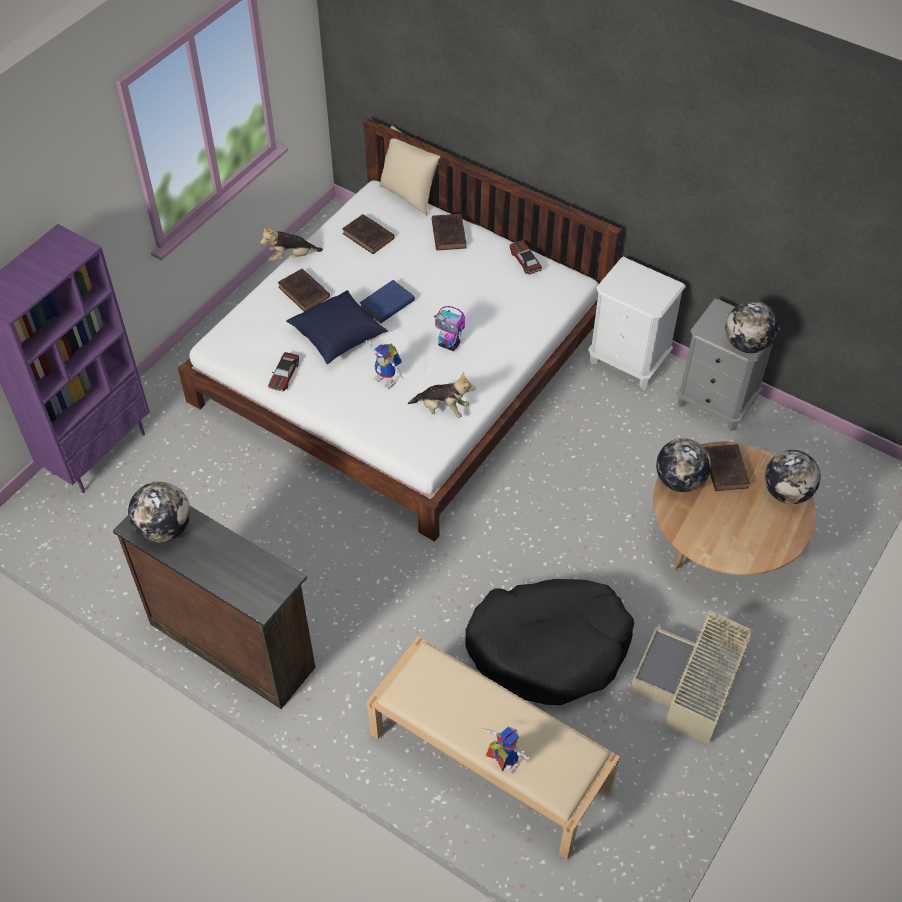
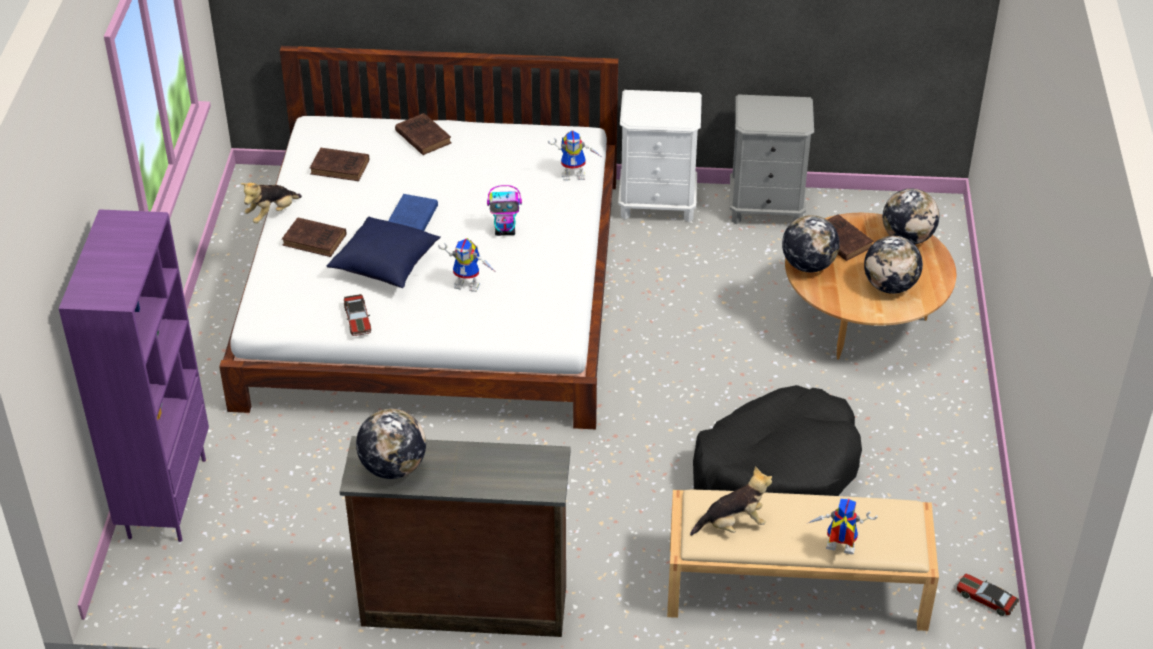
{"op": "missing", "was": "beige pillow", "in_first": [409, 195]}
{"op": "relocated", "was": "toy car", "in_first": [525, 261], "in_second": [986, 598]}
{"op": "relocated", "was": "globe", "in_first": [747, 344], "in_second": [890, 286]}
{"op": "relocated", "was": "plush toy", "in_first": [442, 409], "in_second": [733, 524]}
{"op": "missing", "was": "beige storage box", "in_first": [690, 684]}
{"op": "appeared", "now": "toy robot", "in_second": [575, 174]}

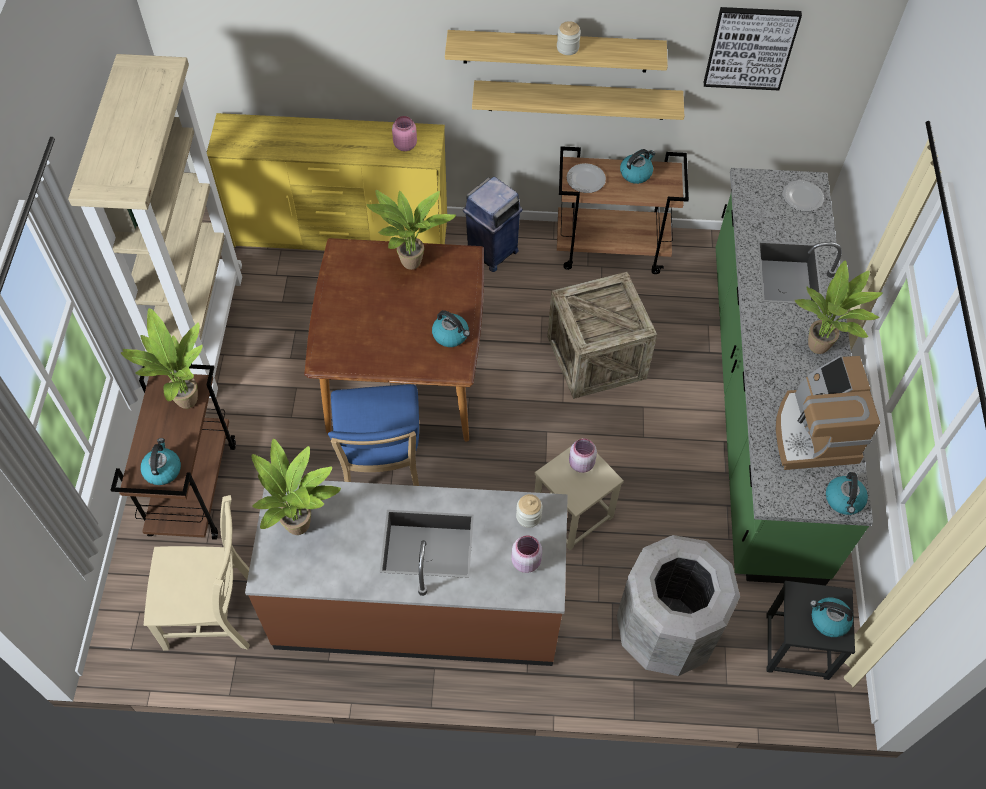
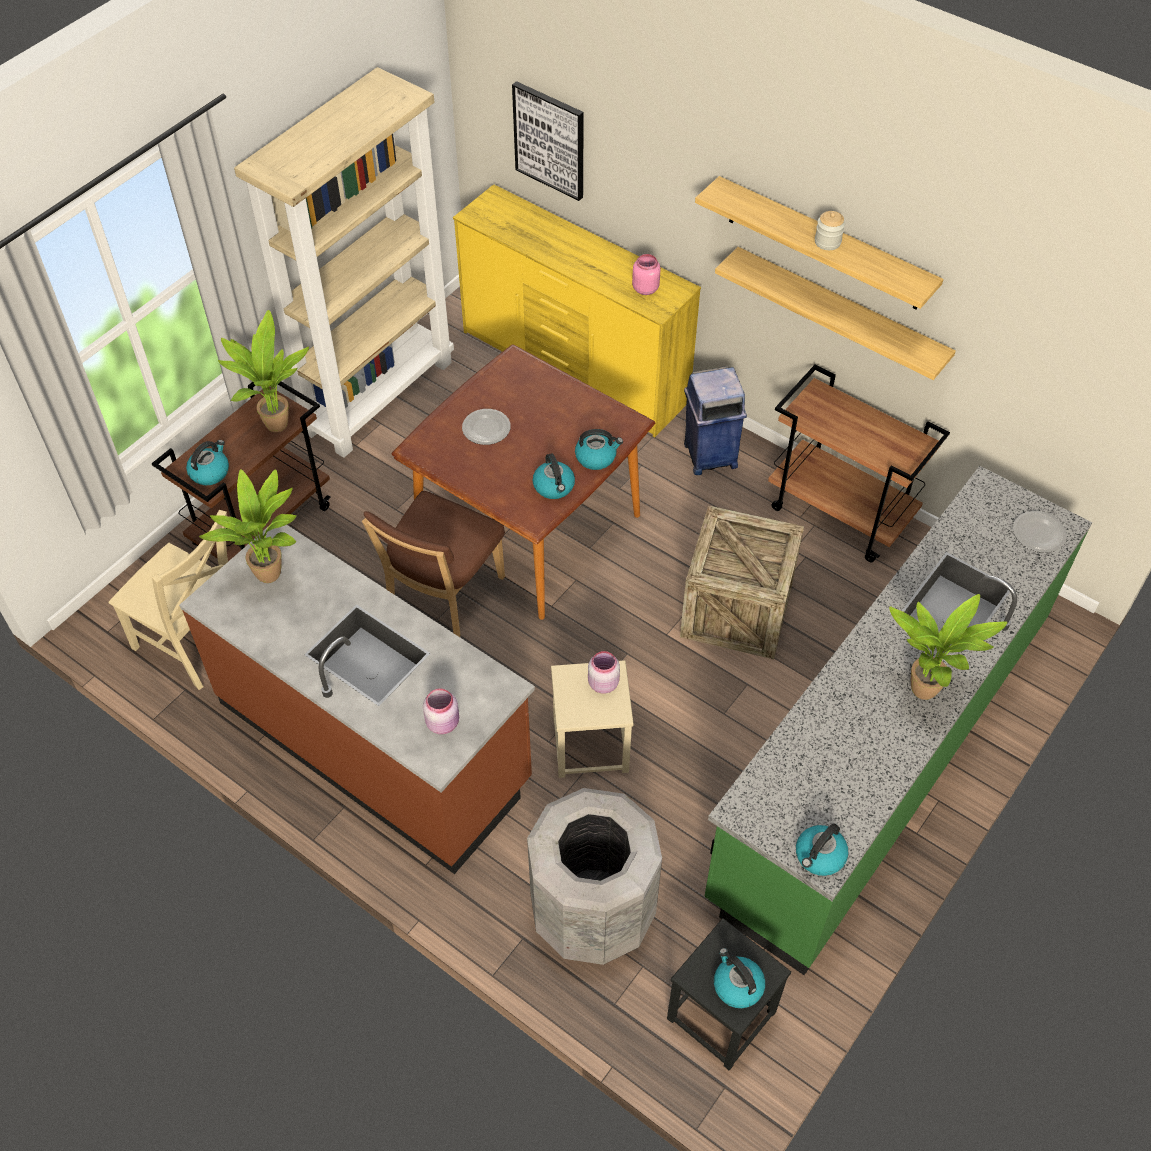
{"op": "relocated", "was": "picture", "in_first": [750, 47], "in_second": [550, 140]}
{"op": "relocated", "was": "kettle", "in_first": [636, 173], "in_second": [596, 457]}
{"op": "relocated", "was": "plate", "in_first": [585, 179], "in_second": [486, 428]}
{"op": "missing", "was": "potted plant", "in_first": [411, 266]}
{"op": "missing", "was": "coffee machine", "in_first": [813, 432]}
{"op": "colour", "was": "blue chair", "now": "brown chair", "in_first": [381, 465], "in_second": [442, 596]}
{"op": "missing", "was": "jar", "in_first": [528, 516]}

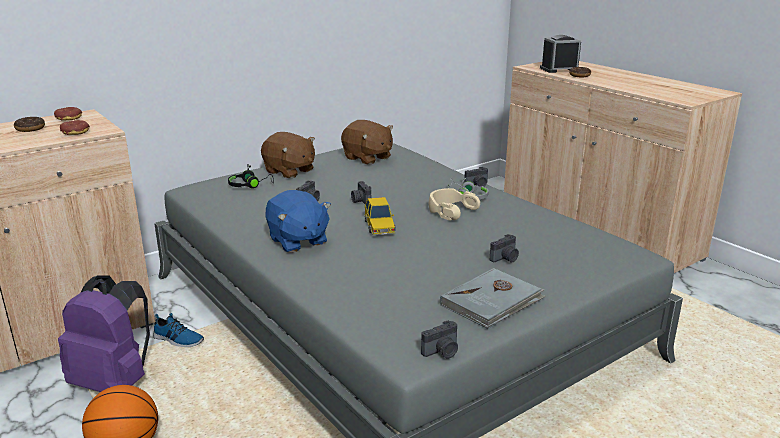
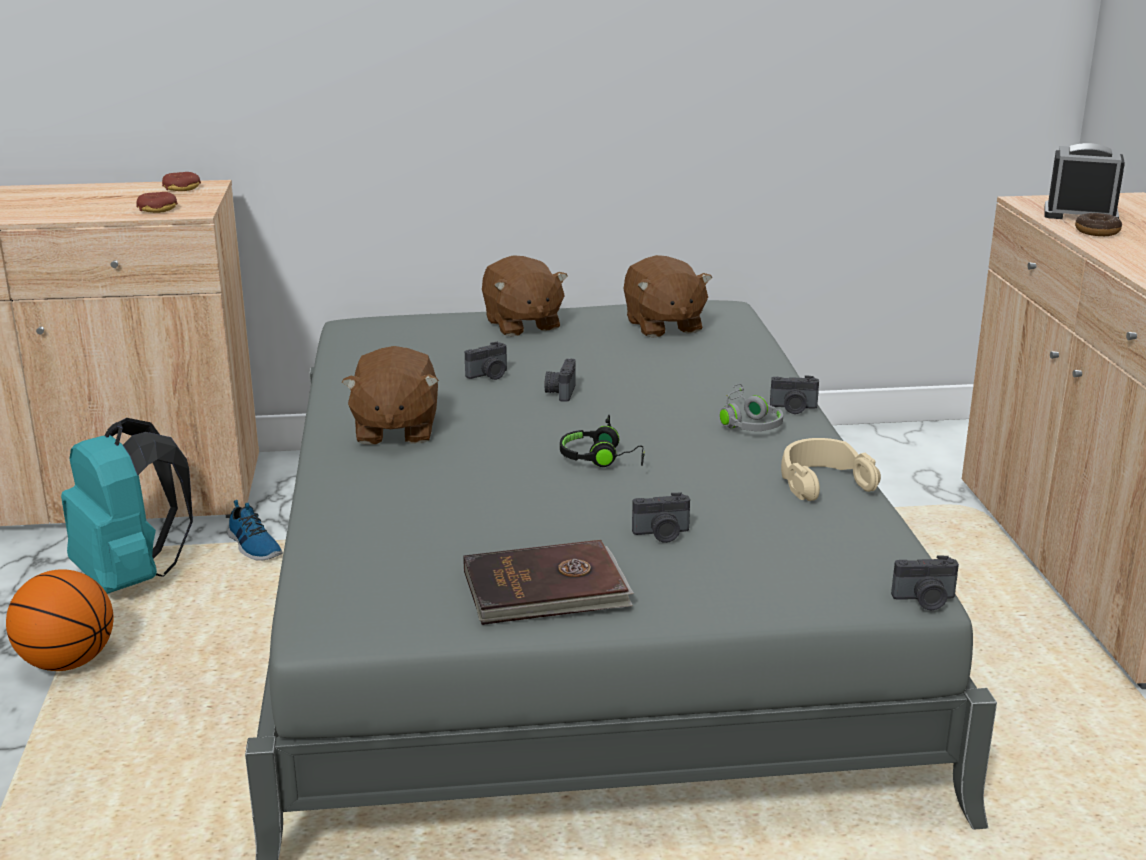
{"op": "missing", "was": "donut", "in_first": [30, 128]}
{"op": "relocated", "was": "black headphones", "in_first": [250, 185], "in_second": [602, 459]}
{"op": "relocated", "was": "beige headphones", "in_first": [450, 210], "in_second": [823, 482]}
{"op": "colour", "was": "blue plush toy", "now": "brown plush toy", "in_first": [297, 241], "in_second": [394, 430]}
{"op": "missing", "was": "toy car", "in_first": [379, 226]}
{"op": "colour", "was": "grey book", "now": "brown book", "in_first": [492, 302], "in_second": [546, 590]}
{"op": "colour", "was": "purple backpack", "now": "turquoise backpack", "in_first": [115, 382], "in_second": [132, 578]}
{"op": "relocated", "was": "photo camera", "in_first": [442, 352], "in_second": [925, 600]}

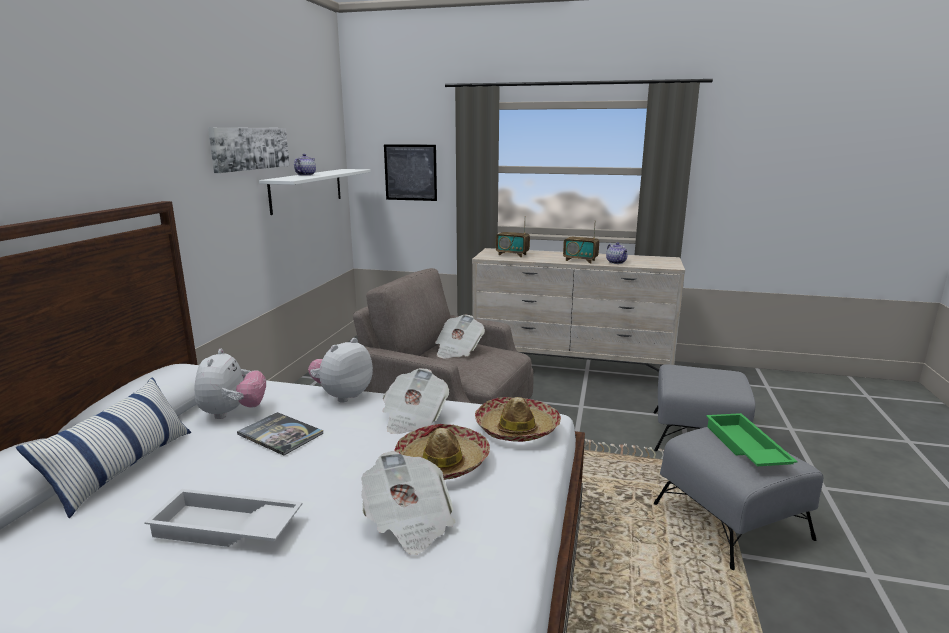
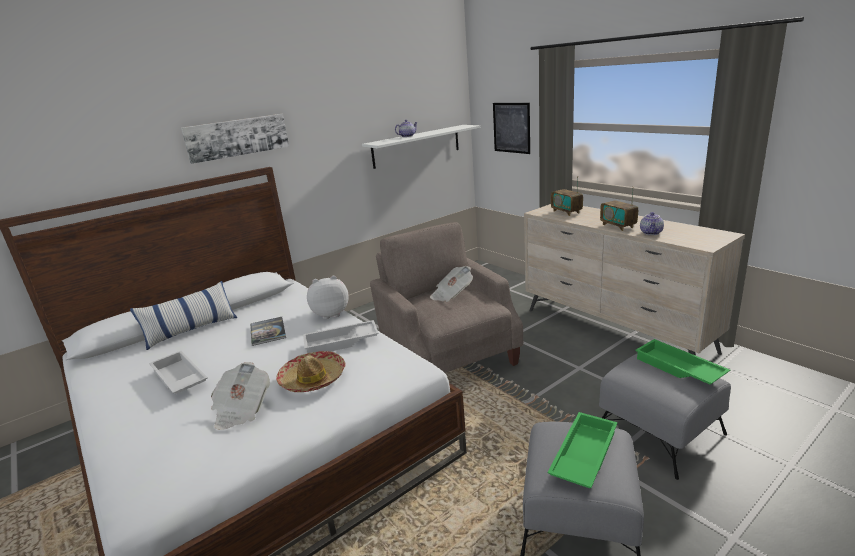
{"op": "relocated", "was": "picture", "in_first": [250, 148], "in_second": [237, 137]}
{"op": "missing", "was": "plush toy", "in_first": [232, 413]}
{"op": "exchanged", "was": "newspaper", "now": "white tray", "in_first": [413, 418], "in_second": [341, 343]}
{"op": "missing", "was": "hat", "in_first": [517, 428]}
{"op": "appeared", "now": "green tray", "in_second": [678, 368]}

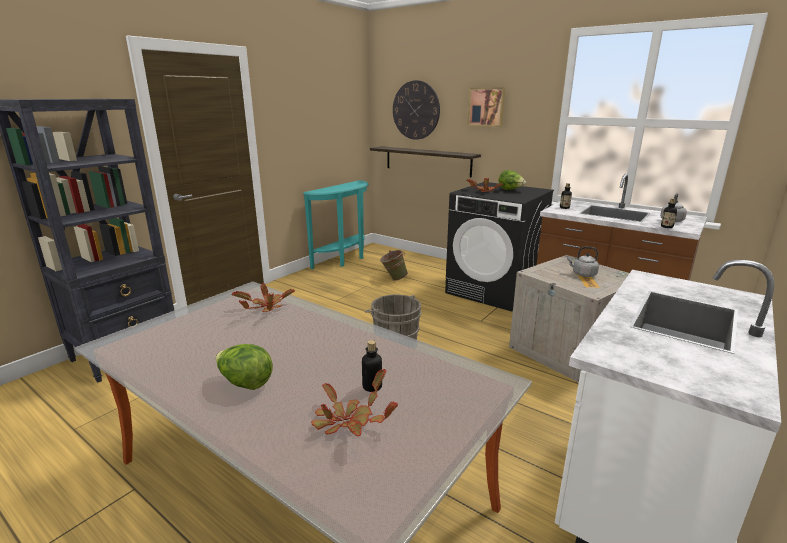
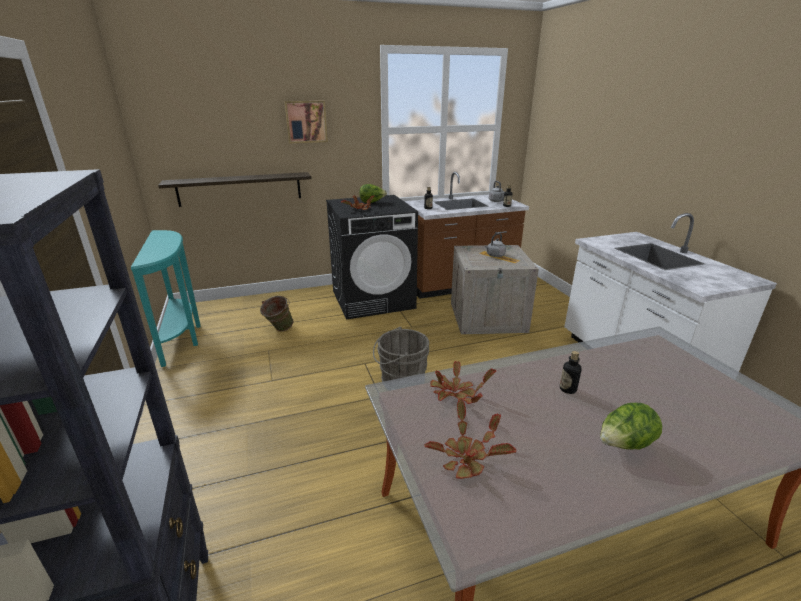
{"op": "missing", "was": "wall clock", "in_first": [416, 110]}
{"op": "relocated", "was": "bottle", "in_first": [372, 386], "in_second": [567, 389]}
{"op": "relocated", "was": "potted plant", "in_first": [348, 422], "in_second": [467, 457]}

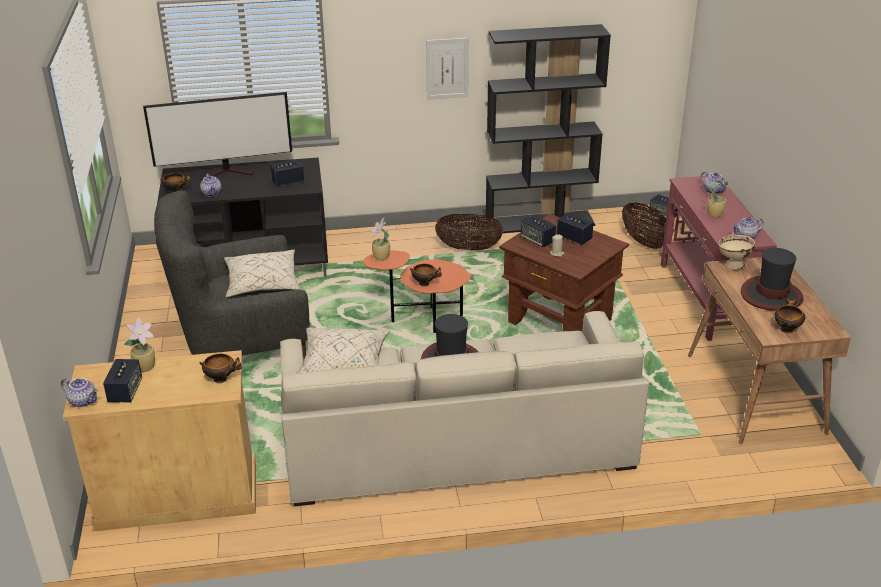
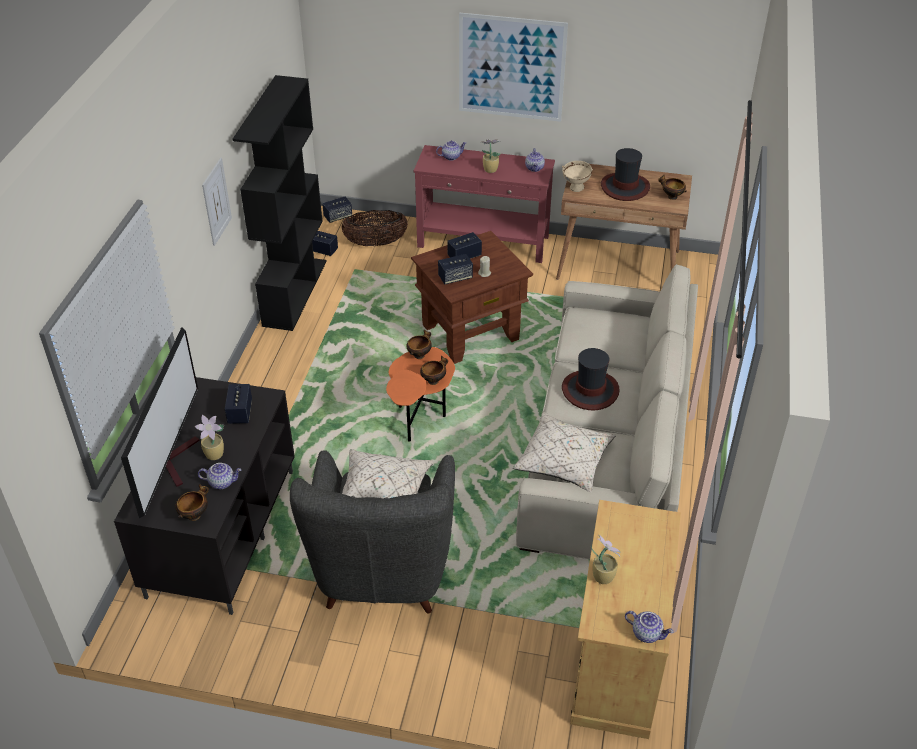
{"op": "missing", "was": "basket", "in_first": [468, 248]}
{"op": "relocated", "was": "potted plant", "in_first": [381, 258], "in_second": [215, 455]}
{"op": "relocated", "was": "bowl", "in_first": [221, 379], "in_second": [419, 355]}
{"op": "relocated", "was": "speaker", "in_first": [125, 392], "in_second": [323, 250]}
{"op": "spun", "was": "teapot", "in_first": [83, 401], "in_second": [647, 633], "clockwise": 75}
{"op": "appeared", "now": "picture", "in_second": [511, 68]}

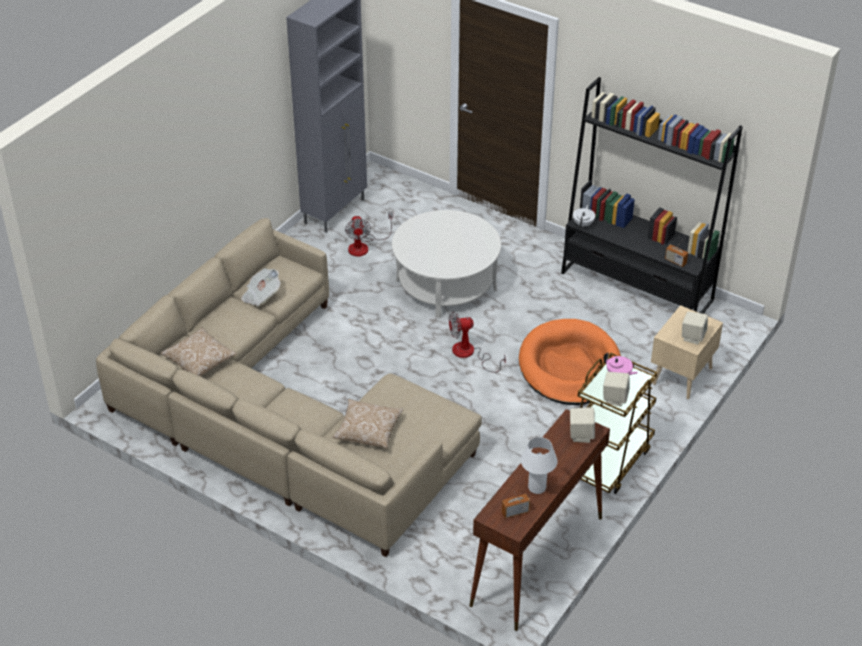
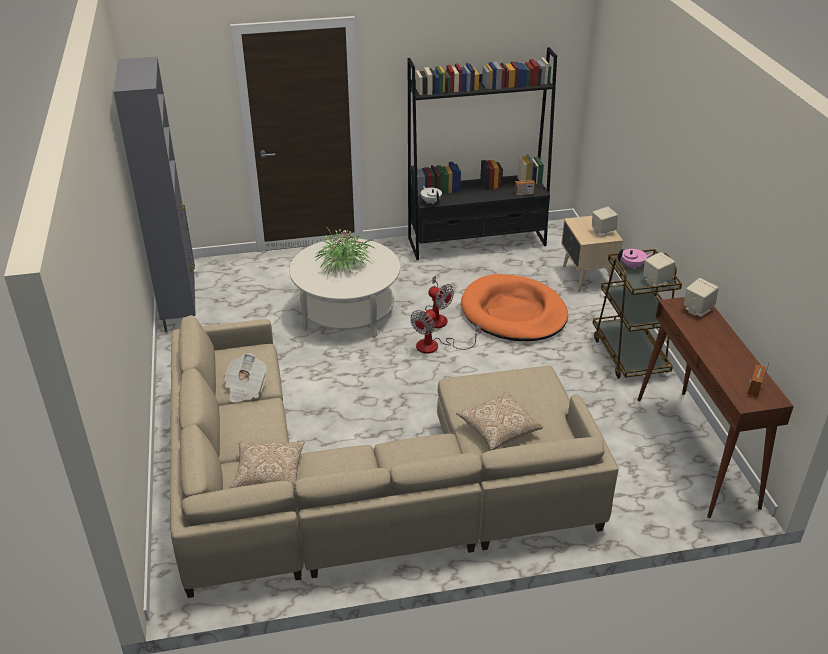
{"op": "relocated", "was": "fan", "in_first": [364, 246], "in_second": [436, 317]}
{"op": "missing", "was": "white table lamp", "in_first": [537, 487]}
{"op": "appeared", "now": "potted plant", "in_second": [344, 265]}

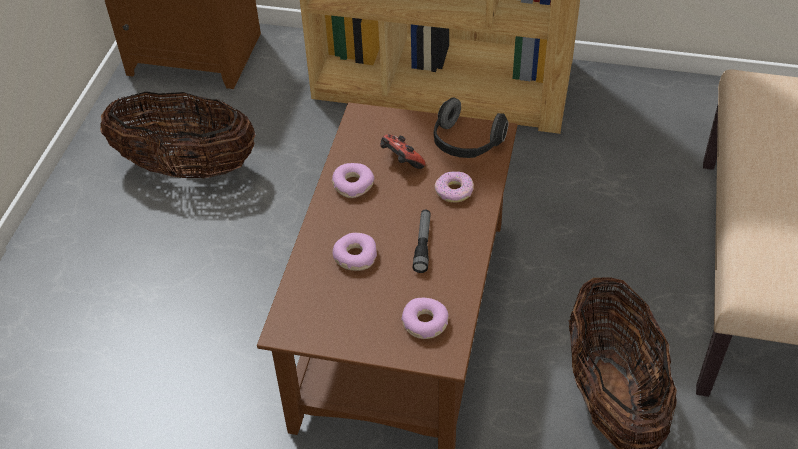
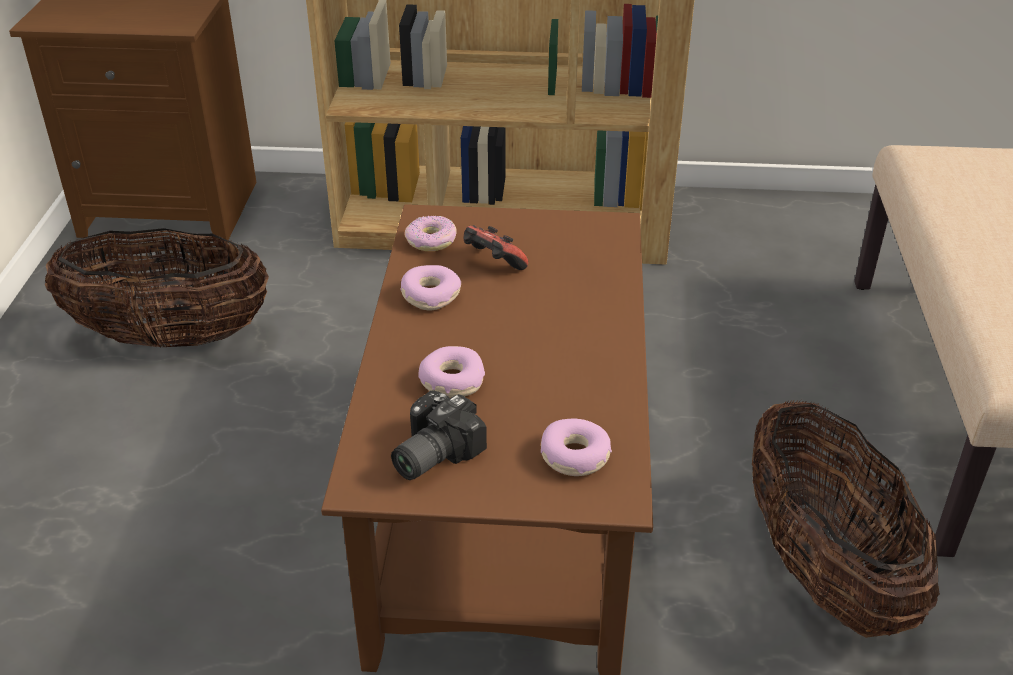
{"op": "missing", "was": "headphones", "in_first": [465, 144]}
{"op": "relocated", "was": "donut", "in_first": [454, 191], "in_second": [431, 240]}
{"op": "missing", "was": "flashlight", "in_first": [423, 244]}
{"op": "appeared", "now": "photo camera", "in_second": [430, 453]}

